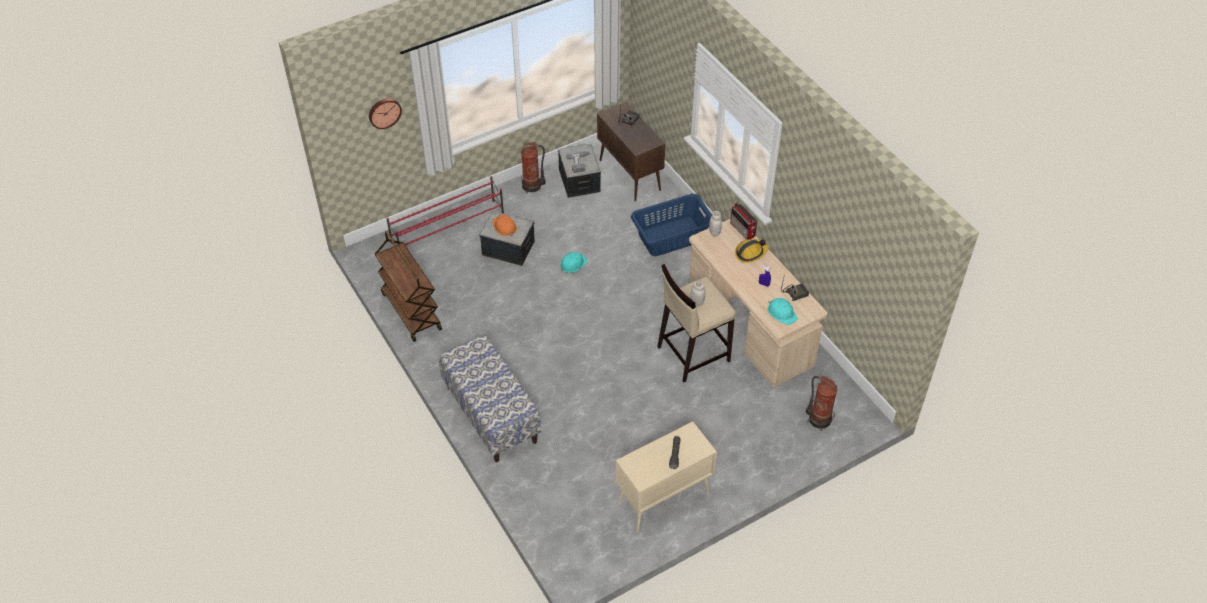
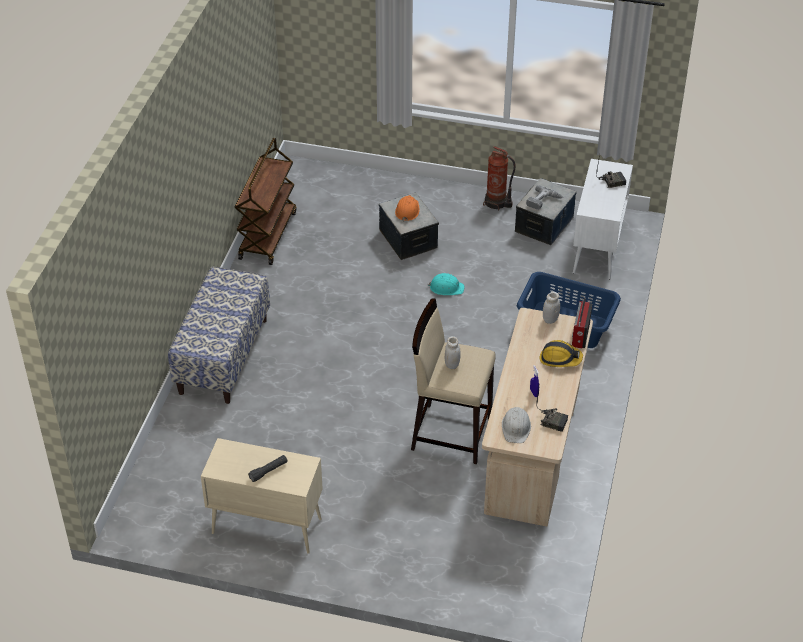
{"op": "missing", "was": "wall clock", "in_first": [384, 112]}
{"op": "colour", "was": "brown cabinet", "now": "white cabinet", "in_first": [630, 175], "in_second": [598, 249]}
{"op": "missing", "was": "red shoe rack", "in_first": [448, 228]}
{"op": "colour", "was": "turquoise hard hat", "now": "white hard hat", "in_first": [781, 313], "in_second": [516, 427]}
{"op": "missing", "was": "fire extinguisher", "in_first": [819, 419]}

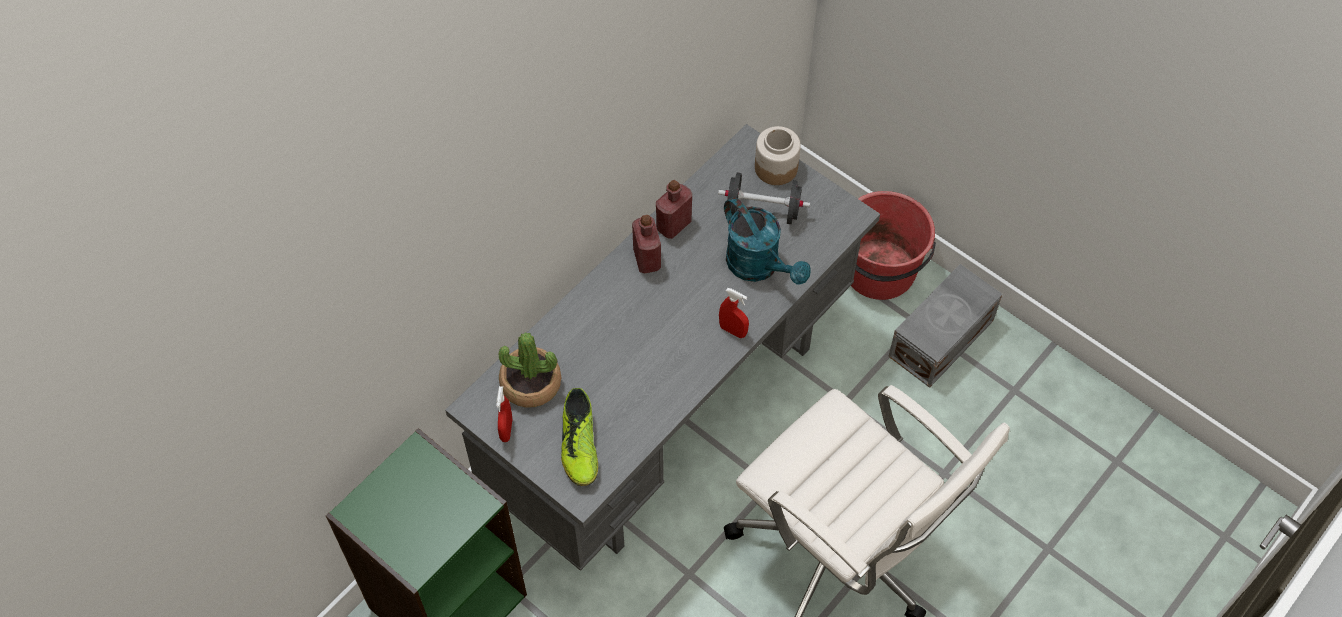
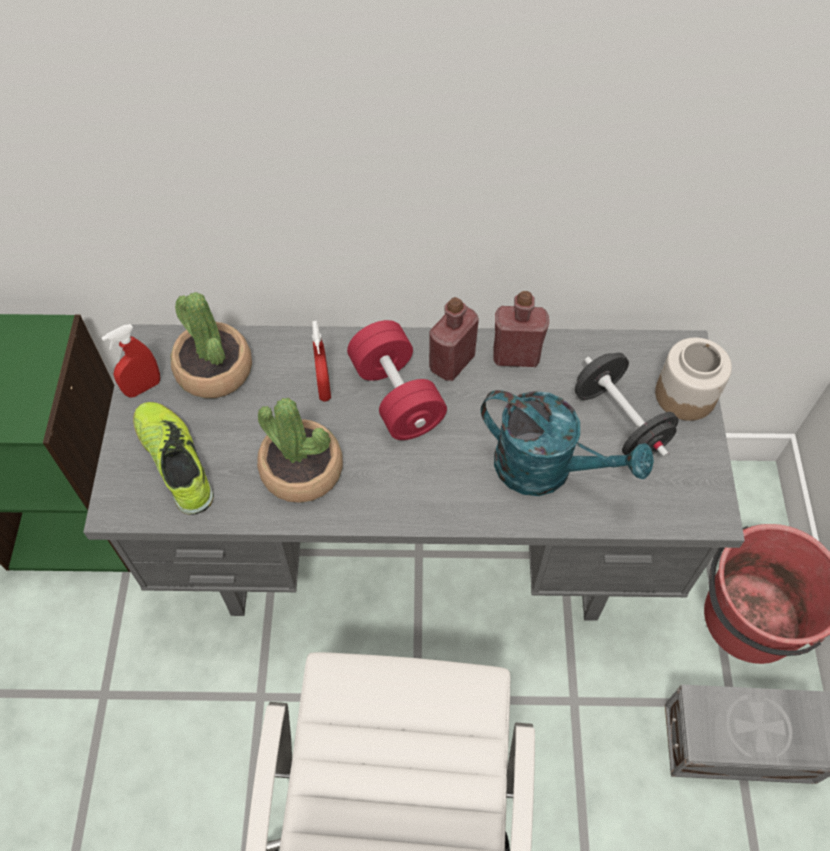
{"op": "spun", "was": "turquoise watering can", "in_first": [759, 267], "in_second": [547, 469], "clockwise": -75}
{"op": "relocated", "was": "red spray bottle", "in_first": [733, 330], "in_second": [324, 387]}
{"op": "spun", "was": "shoe", "in_first": [579, 444], "in_second": [176, 461], "clockwise": 105}
{"op": "appeared", "now": "red dumbbell", "in_second": [396, 396]}
{"op": "appeared", "now": "potted plant", "in_second": [302, 469]}

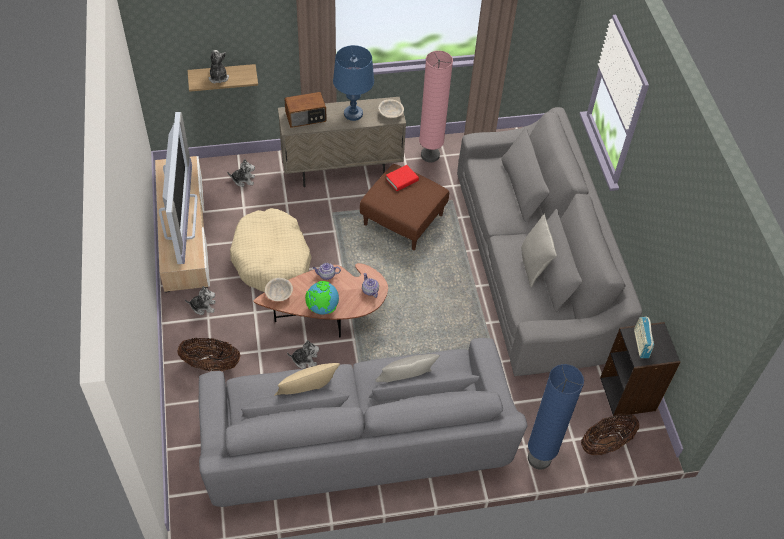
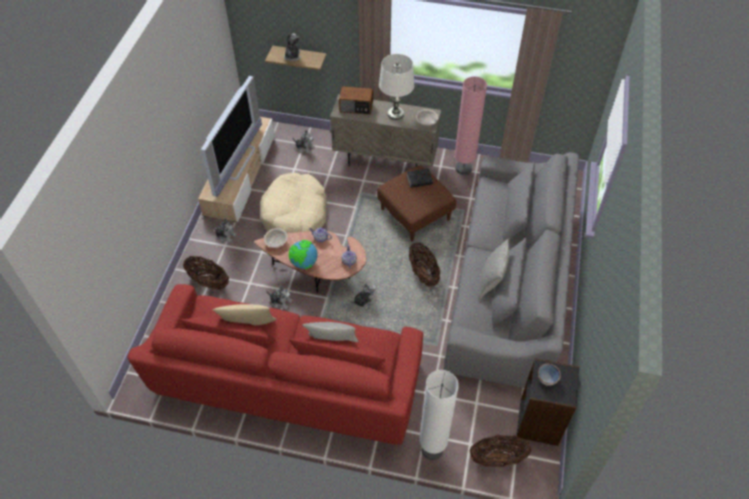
{"op": "colour", "was": "blue table lamp", "now": "white table lamp", "in_first": [353, 114], "in_second": [395, 114]}
{"op": "colour", "was": "red book", "now": "black book", "in_first": [402, 180], "in_second": [419, 180]}
{"op": "exchanged", "was": "radio", "now": "bowl", "in_first": [641, 344], "in_second": [547, 379]}
{"op": "colour", "was": "grey sofa", "now": "red sofa", "in_first": [356, 443], "in_second": [287, 382]}
{"op": "colour", "was": "blue floor lamp", "now": "white floor lamp", "in_first": [539, 458], "in_second": [432, 449]}
{"op": "appeared", "now": "basket", "in_second": [423, 273]}
{"op": "appeared", "now": "plush toy", "in_second": [364, 301]}

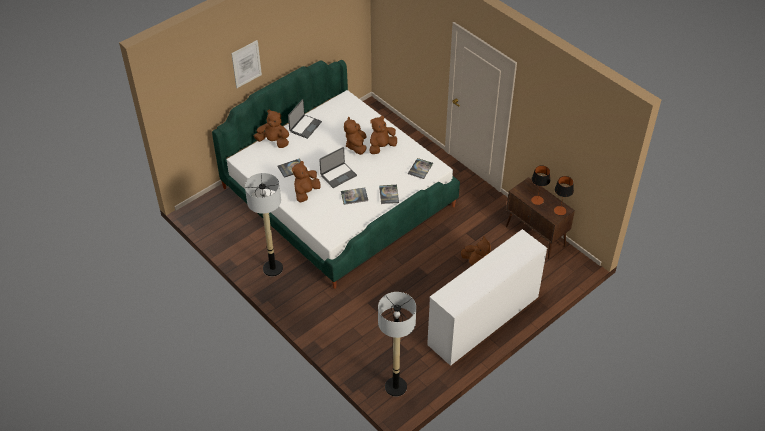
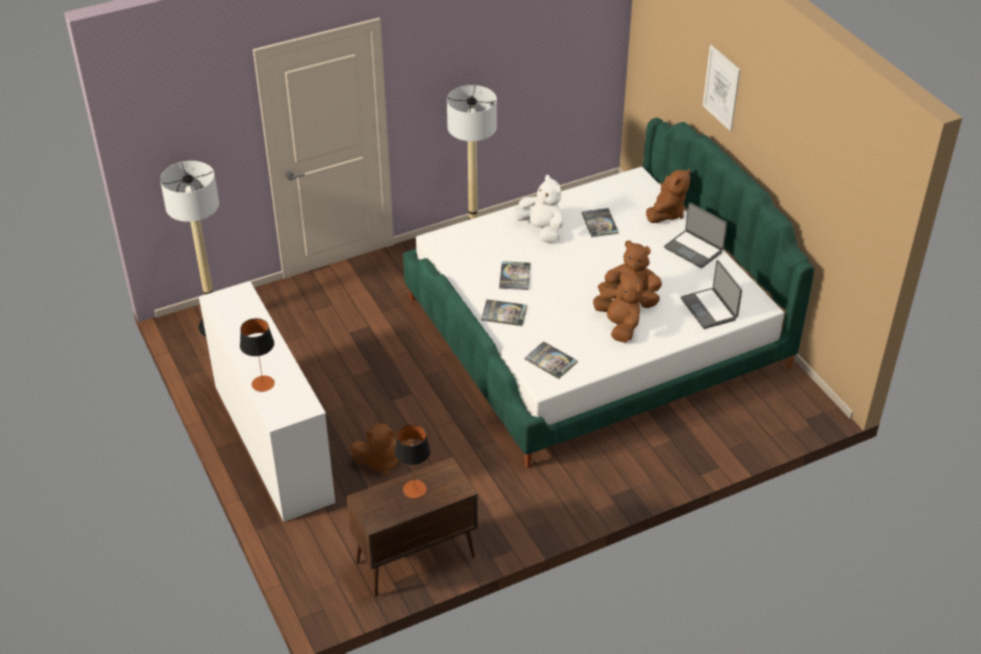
{"op": "relocated", "was": "laptop", "in_first": [338, 175], "in_second": [709, 309]}
{"op": "colour", "was": "brown plush toy", "now": "white plush toy", "in_first": [306, 192], "in_second": [541, 230]}
{"op": "relocated", "was": "table lamp", "in_first": [560, 210], "in_second": [263, 383]}

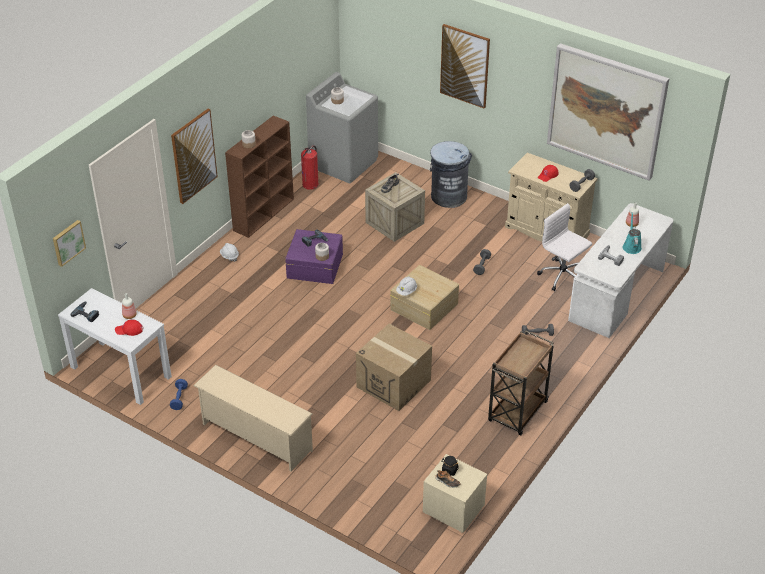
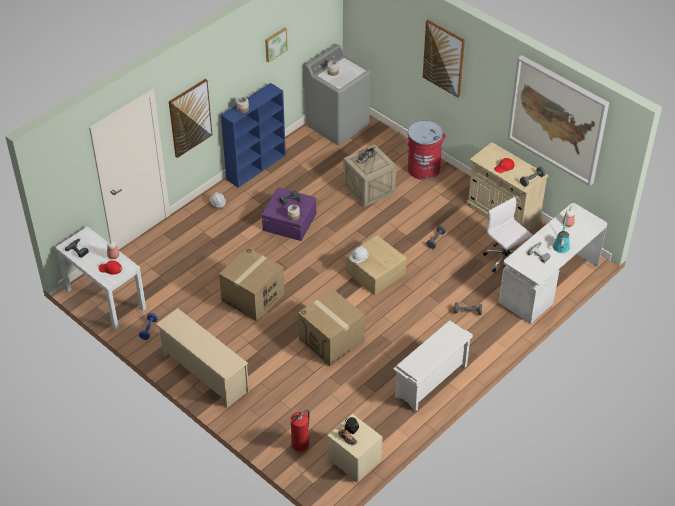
{"op": "colour", "was": "brown bookcase", "now": "blue bookcase", "in_first": [264, 214], "in_second": [256, 166]}
{"op": "colour", "was": "grey trash can", "now": "red trash can", "in_first": [448, 196], "in_second": [423, 168]}
{"op": "relocated", "was": "fire extinguisher", "in_first": [310, 184], "in_second": [300, 443]}
{"op": "relocated", "was": "picture", "in_first": [68, 242], "in_second": [275, 44]}
{"op": "exchanged", "was": "brown cart", "now": "white shoe rack", "in_first": [517, 412], "in_second": [431, 381]}
{"op": "appeared", "now": "cardboard box", "in_second": [253, 297]}

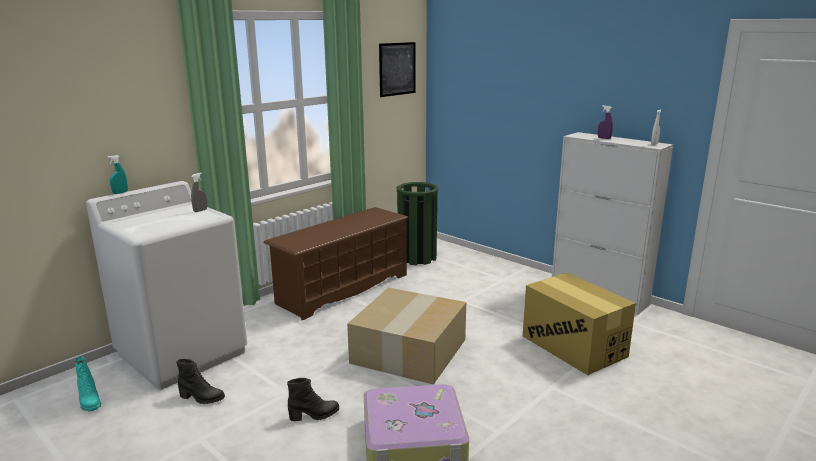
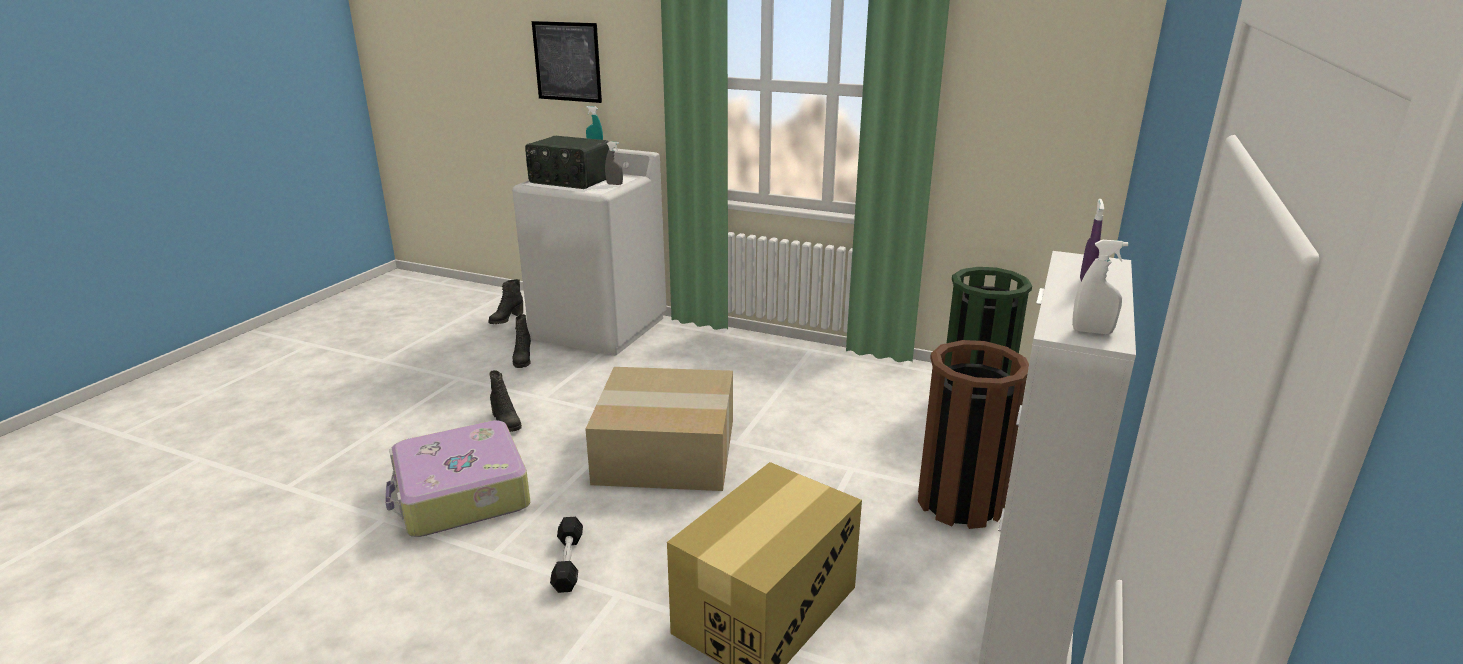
{"op": "relocated", "was": "picture", "in_first": [397, 69], "in_second": [567, 62]}
{"op": "missing", "was": "brown shoe rack", "in_first": [343, 289]}
{"op": "colour", "was": "turquoise boot", "now": "black boot", "in_first": [89, 401], "in_second": [506, 319]}
{"op": "appeared", "now": "radio", "in_second": [569, 181]}
{"op": "appeared", "now": "brown trash can", "in_second": [960, 502]}
{"op": "appeared", "now": "black dumbbell", "in_second": [568, 562]}

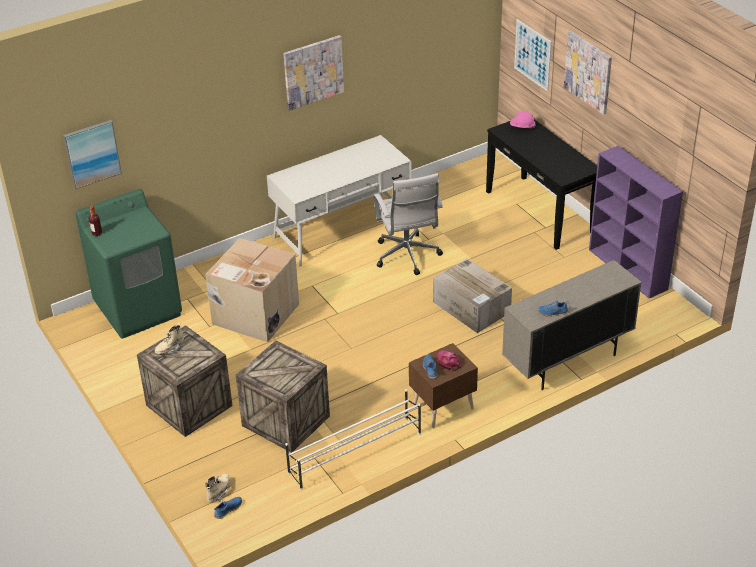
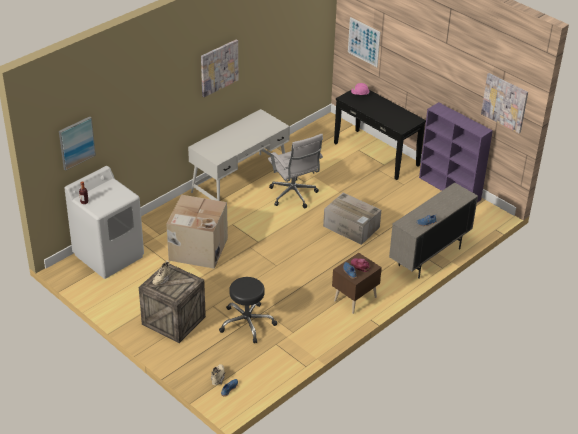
{"op": "relocated", "was": "picture", "in_first": [588, 72], "in_second": [505, 102]}
{"op": "colour", "was": "green washing machine", "now": "white washing machine", "in_first": [138, 308], "in_second": [109, 255]}
{"op": "exchanged", "was": "crate", "now": "black stool", "in_first": [284, 421], "in_second": [247, 322]}
{"op": "missing", "was": "white shoe rack", "in_first": [354, 453]}

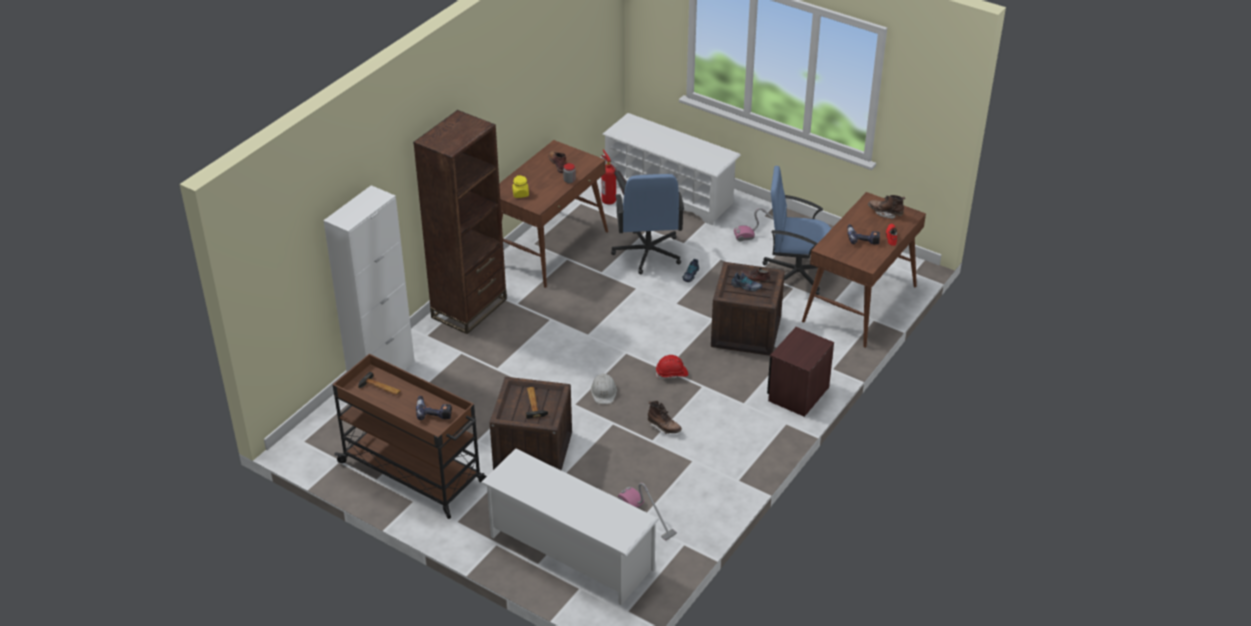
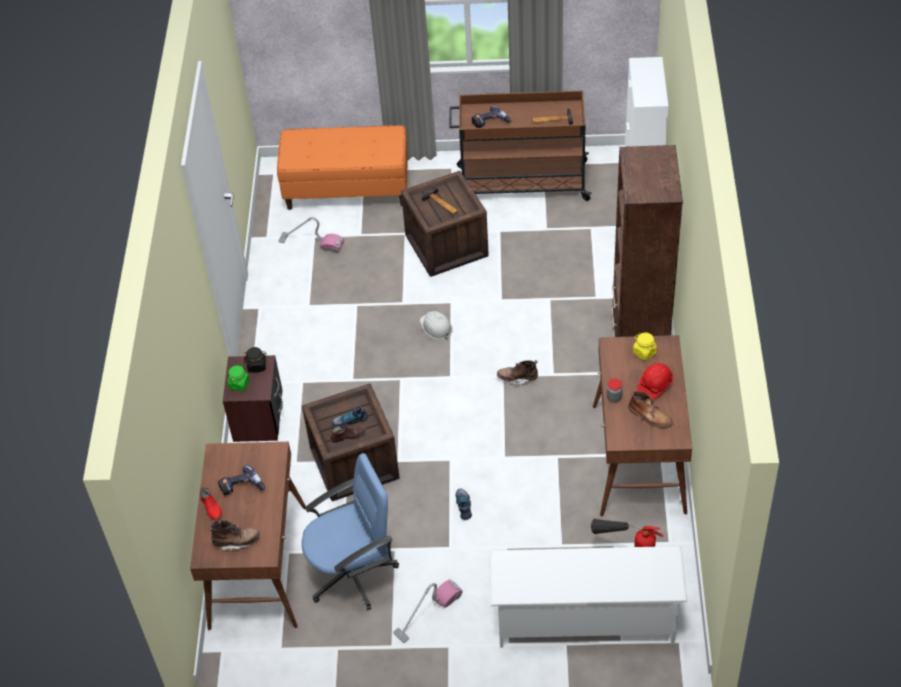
{"op": "missing", "was": "blue office chair", "in_first": [647, 253]}
{"op": "relocated", "was": "red hard hat", "in_first": [671, 374], "in_second": [654, 386]}
{"op": "relocated", "was": "brown boot", "in_first": [664, 427], "in_second": [517, 378]}
{"op": "exchanged", "was": "white shoe rack", "now": "orange bench", "in_first": [570, 553], "in_second": [347, 189]}
{"op": "appeared", "now": "black jar", "in_second": [257, 366]}
{"op": "appeared", "now": "green jar", "in_second": [239, 384]}

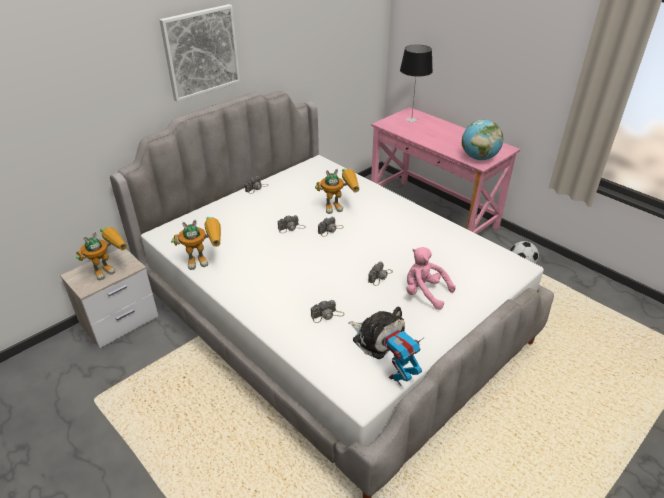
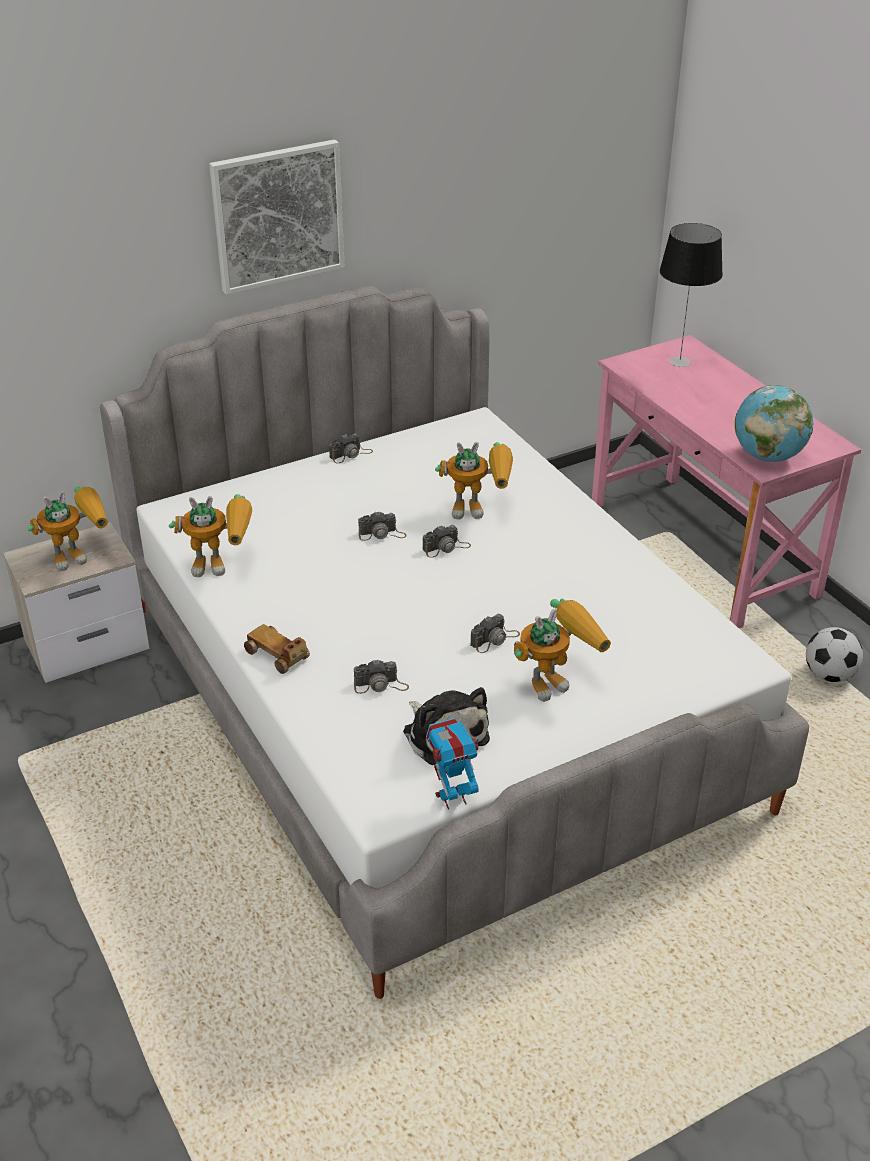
{"op": "exchanged", "was": "pink plush toy", "now": "toy robot", "in_first": [424, 293], "in_second": [556, 679]}
{"op": "appeared", "now": "toy car", "in_second": [278, 656]}

